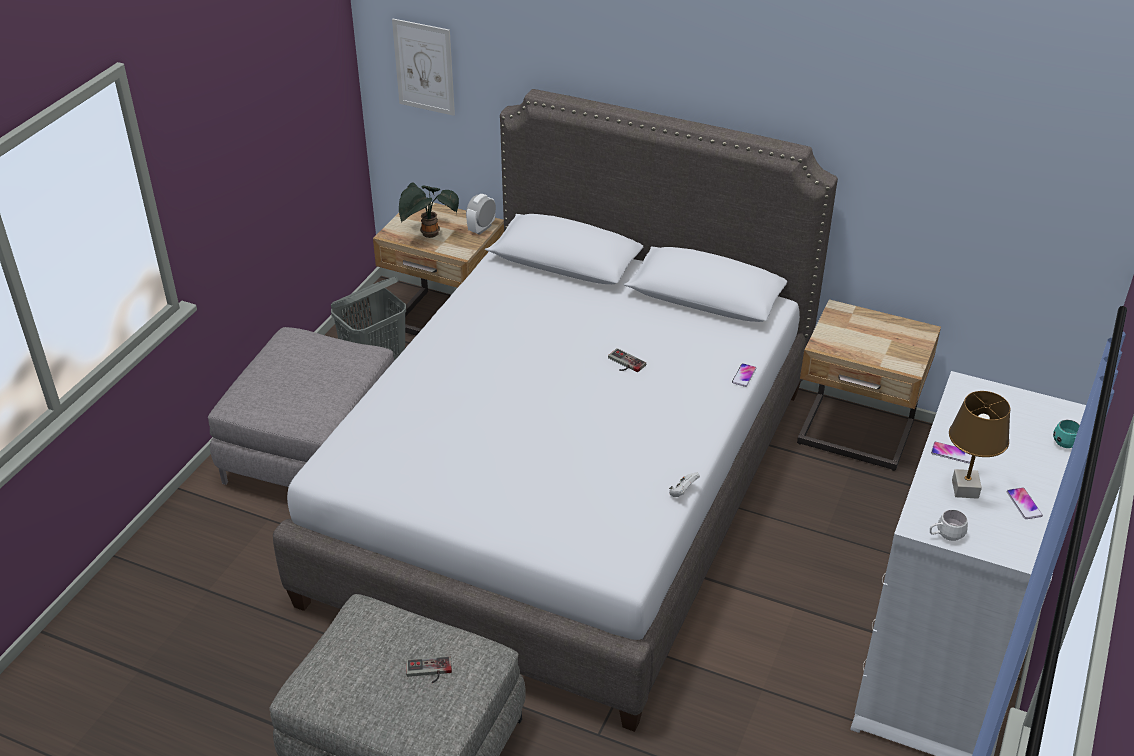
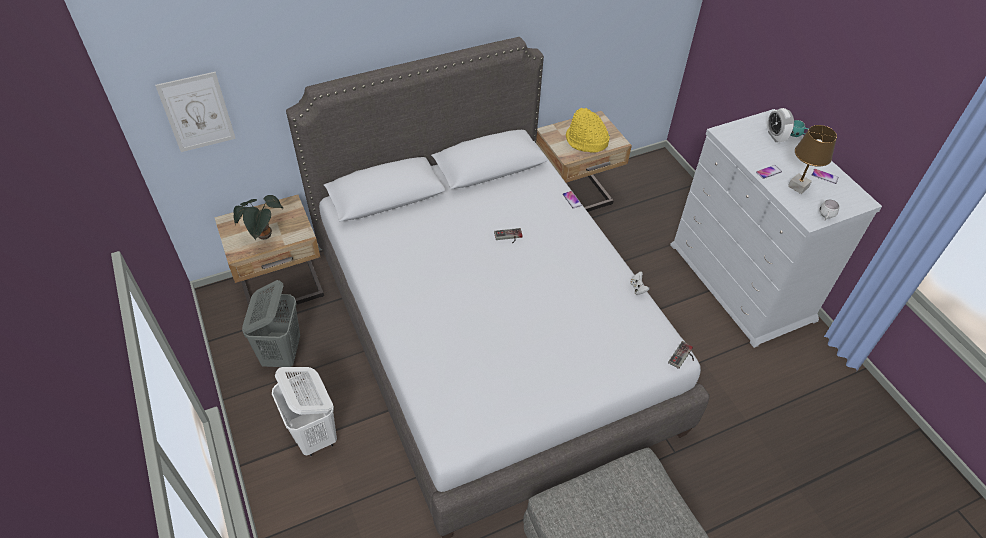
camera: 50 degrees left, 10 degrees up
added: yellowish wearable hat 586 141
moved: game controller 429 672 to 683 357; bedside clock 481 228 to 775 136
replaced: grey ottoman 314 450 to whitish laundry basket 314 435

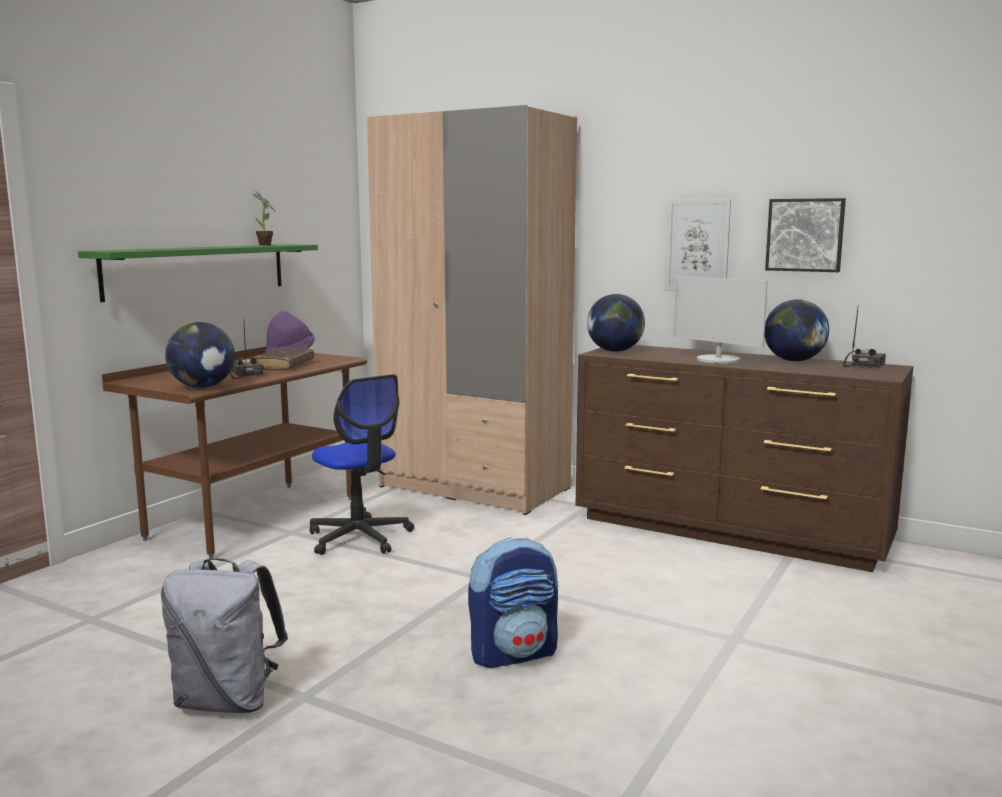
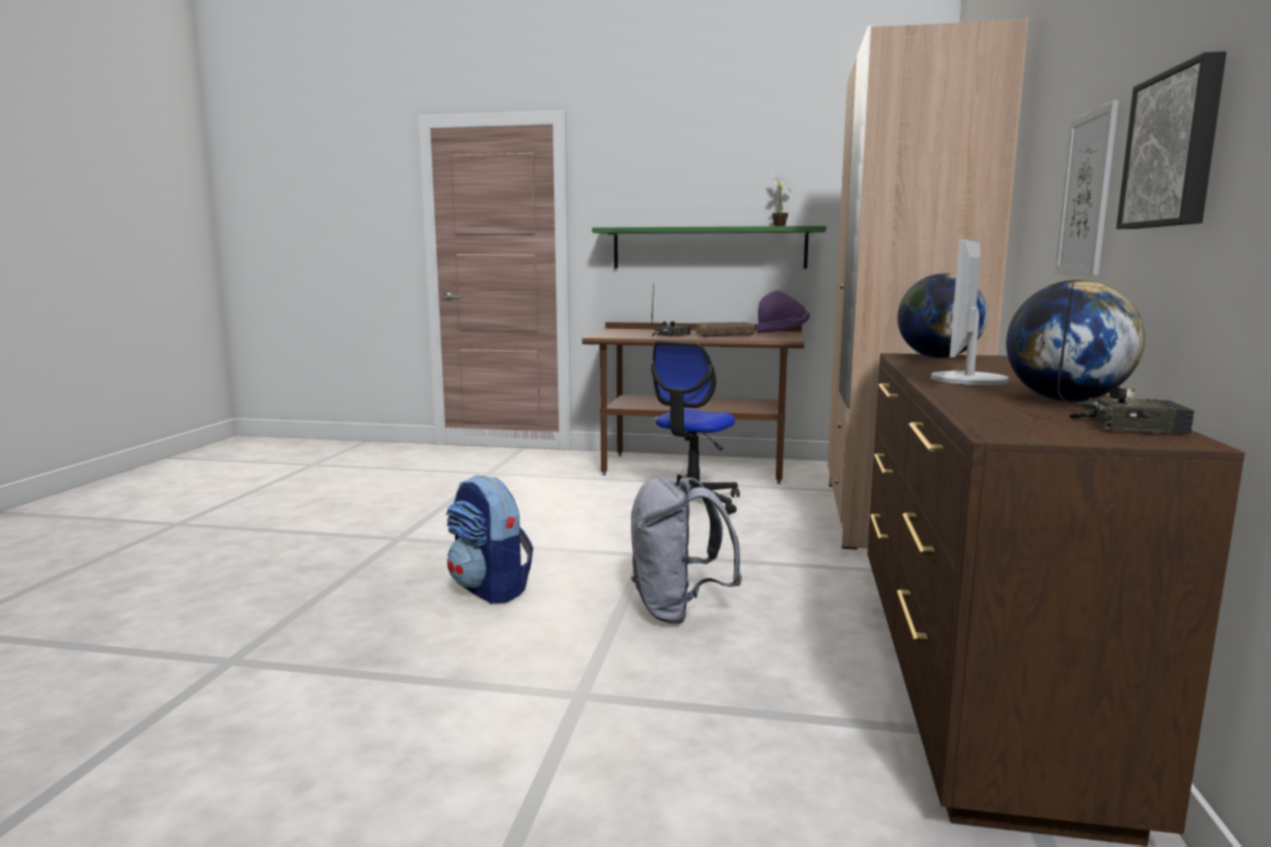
camera: 70 degrees right, 0 degrees up
removed: globe 203 387
moved: grey backpack 228 701 to 677 610

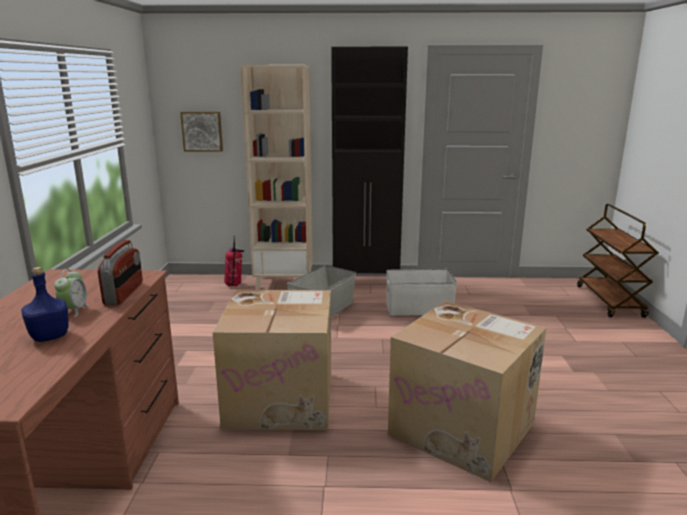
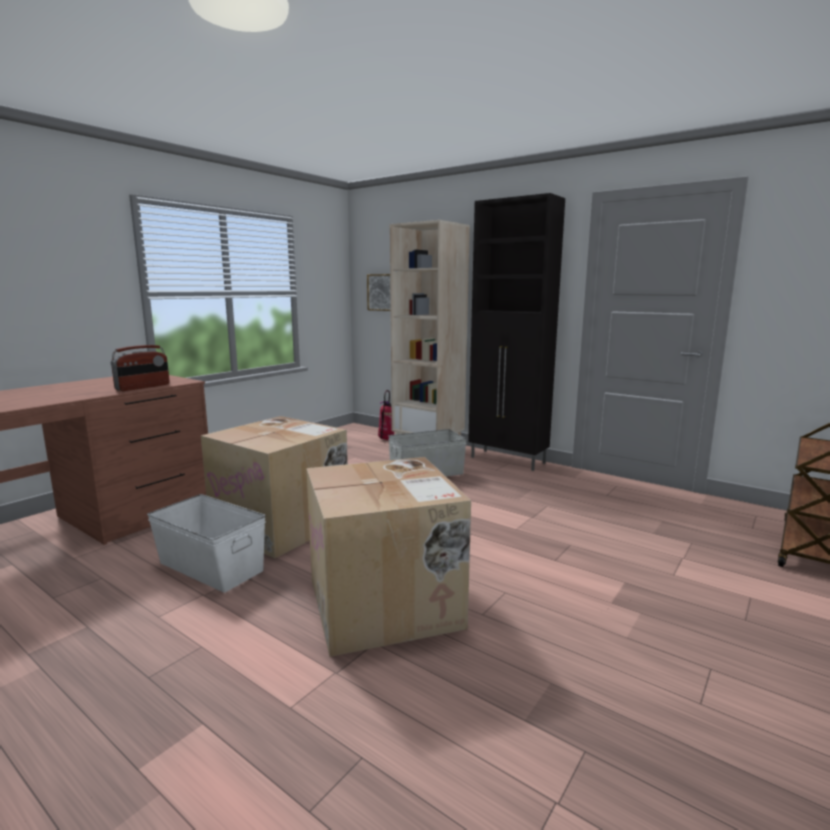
camera: 35 degrees right, 5 degrees down
removed: blue bottle 49 337; bedside clock 74 310
moved: whitish storage bin 418 308 to 211 566

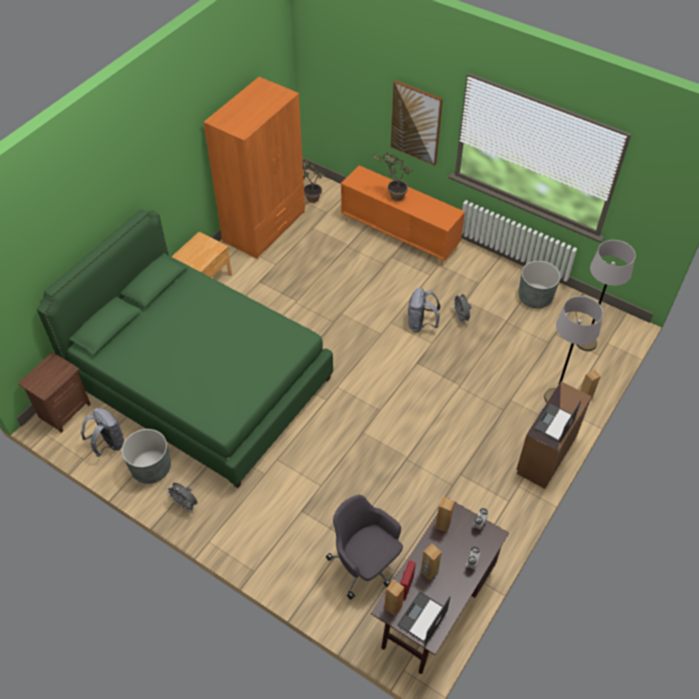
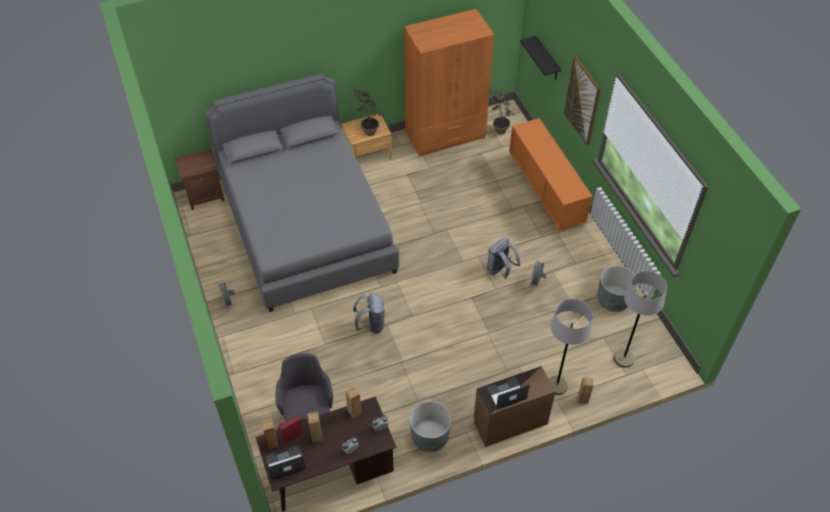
camera: 35 degrees right, 0 degrees up
added: black-coloured shelf 547 59
moved: houseplant 392 196 to 367 130; grey backpack 108 444 to 371 325; grey plant pot 151 468 to 430 436
recoloured: greenish bed 201 382 to grey bed 306 225

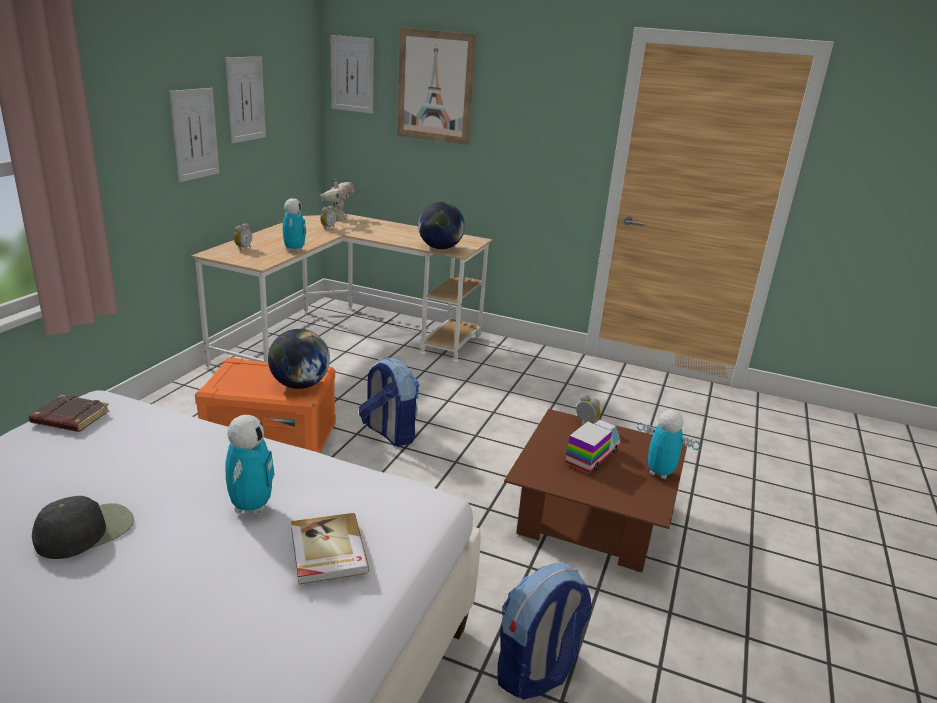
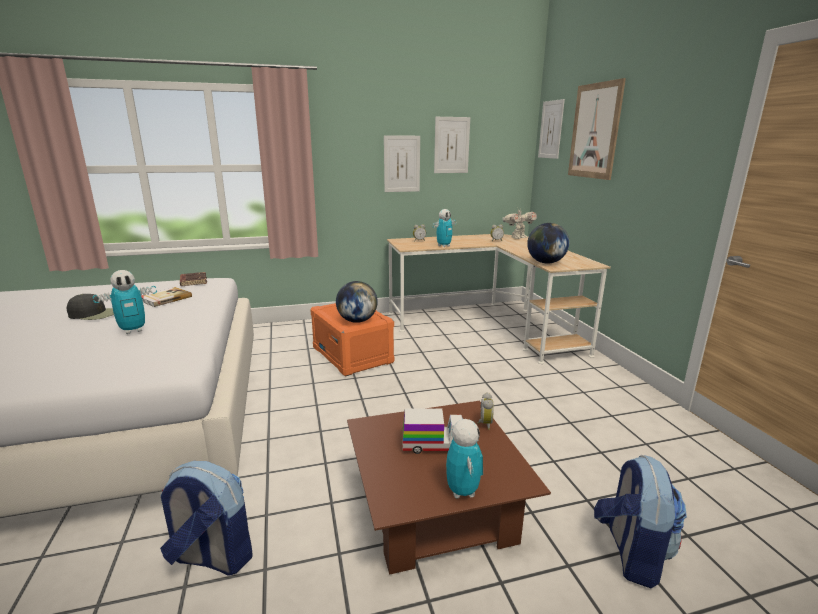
camera: 55 degrees right, 5 degrees down
moved: book 327 551 to 165 298; backpack 389 433 to 631 553

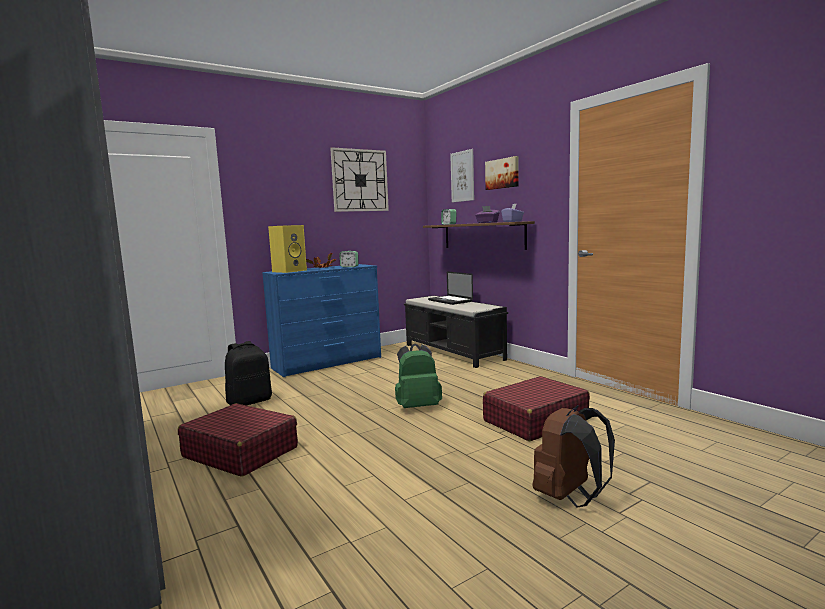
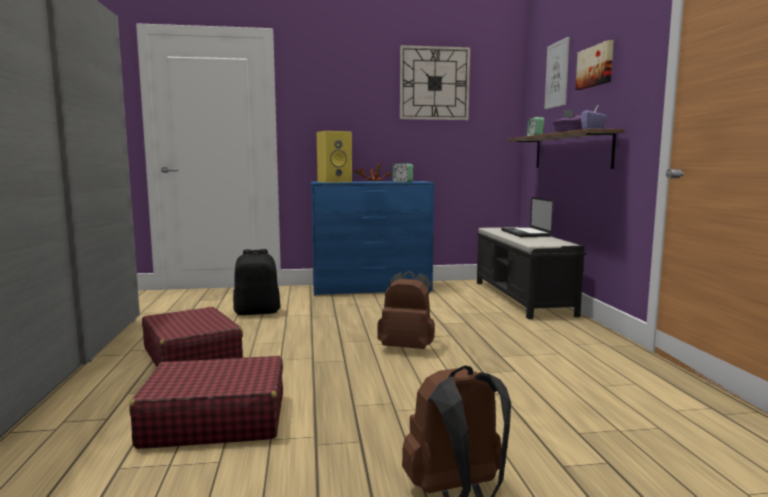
camera: 25 degrees right, 0 degrees up
moved: reddish suitcase 535 420 to 215 420
recoloured: greenish backpack 418 406 to brownish backpack 407 348

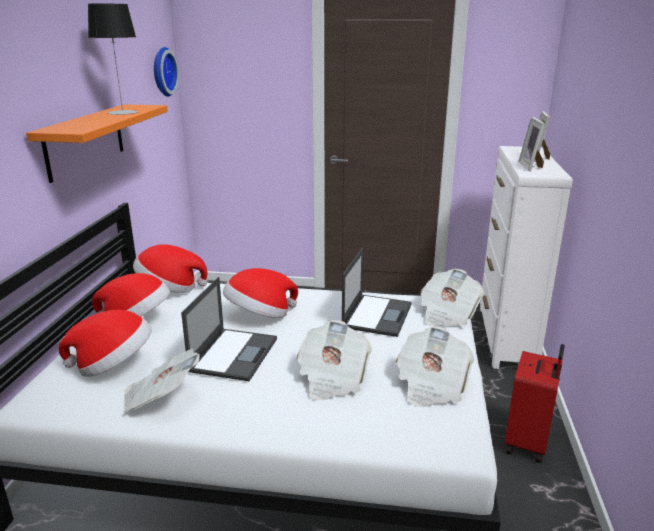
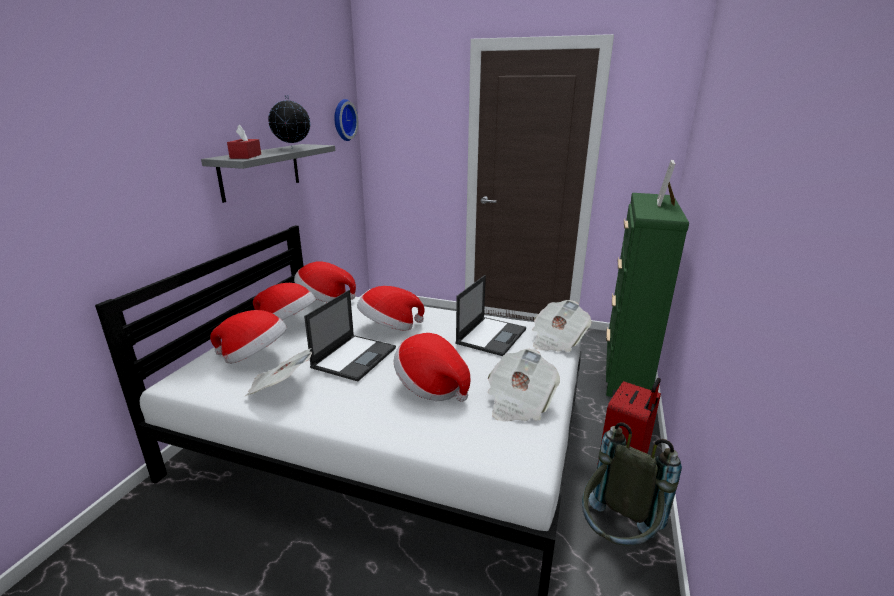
camera: 10 degrees right, 0 degrees up
removed: picture frame 531 166
added: reddish tissue box 246 156; grey backpack 616 537
replaced: tabletop lamp 122 112 to globe 293 148; newspaper 332 378 to wearable hat 431 386
recoloured: orange shelf 85 141 to grey shelf 261 171; whitish chest of drawers 506 337 to greenish chest of drawers 626 369

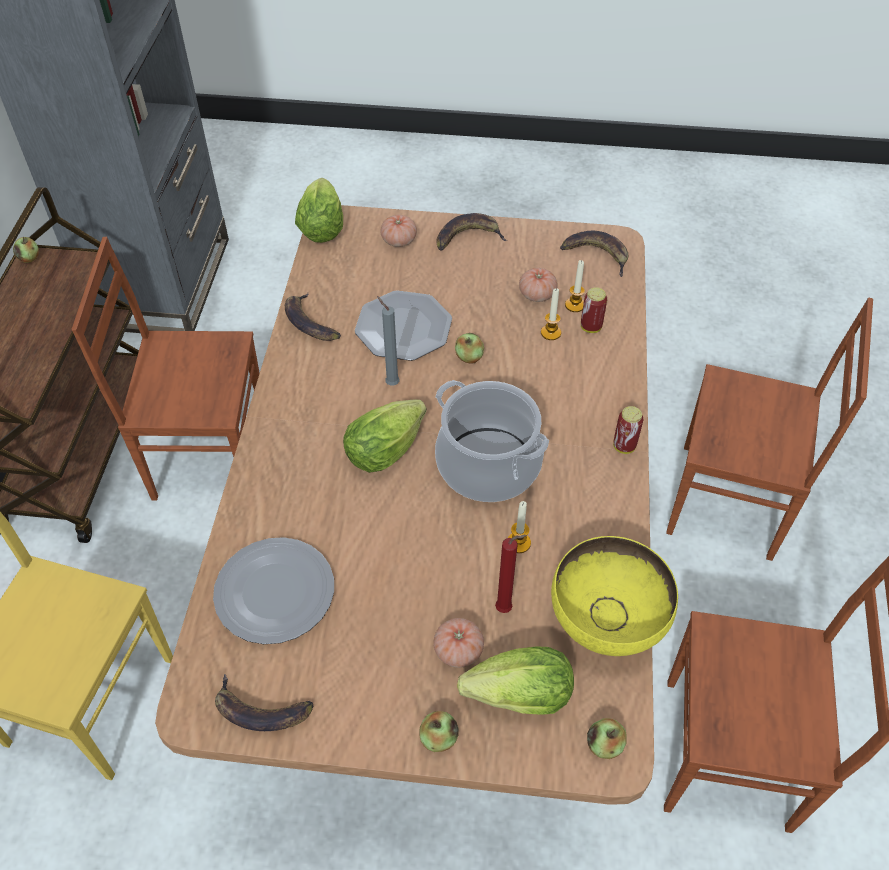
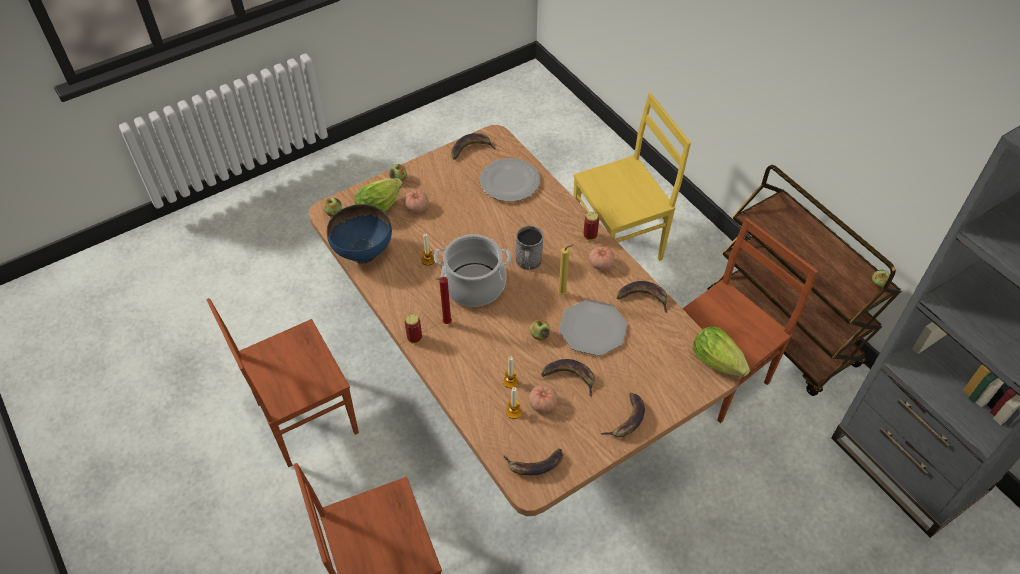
camera: 140 degrees right, 0 degrees up
added: banana 570 377
moved: reddish wax candle 506 609 to 446 323; can 591 327 to 590 236; tomato 399 240 to 601 264
replaced: lettuce 389 448 to grey tea mug 528 263
recoloured: yellowish serving bowl 605 624 to blue serving bowl 363 252; grey wax candle 390 383 to yellowish wax candle 563 294

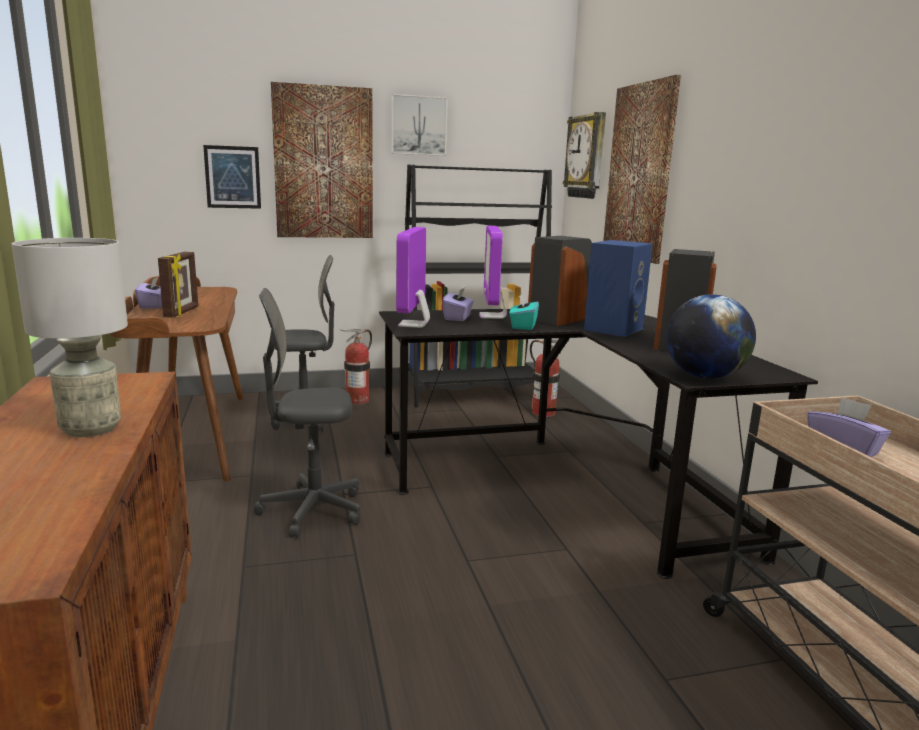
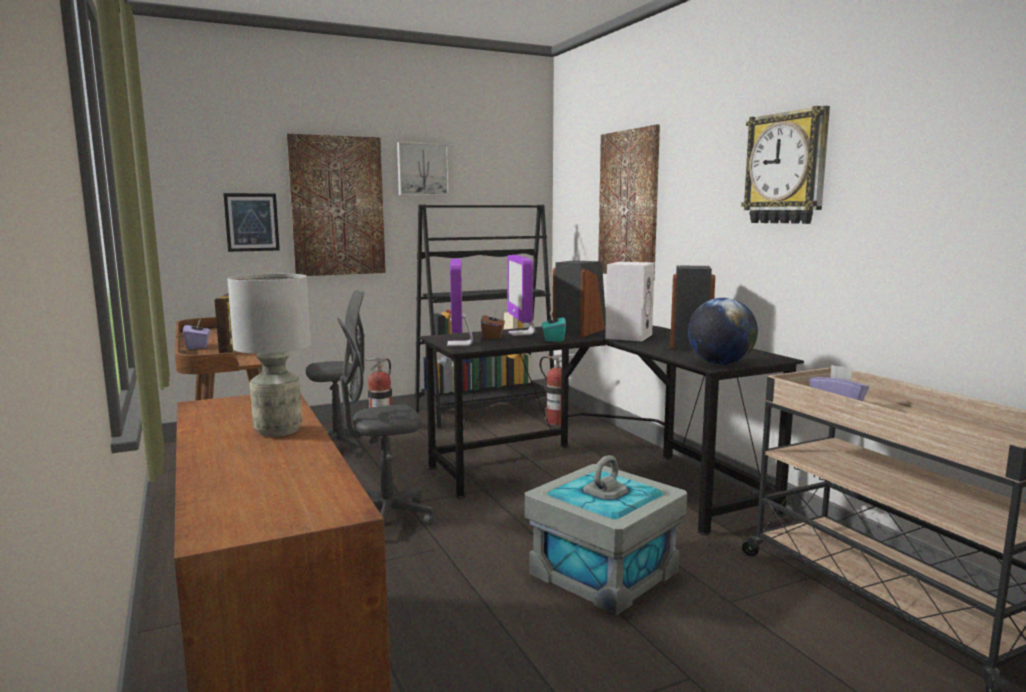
camera: 10 degrees left, 5 degrees down
added: grey storage bin 604 573
moved: hanging clock 587 157 to 786 168
recoloured: purple tissue box 458 318 to brownish tissue box 493 336; blue speaker 613 329 to whitish speaker 628 336

